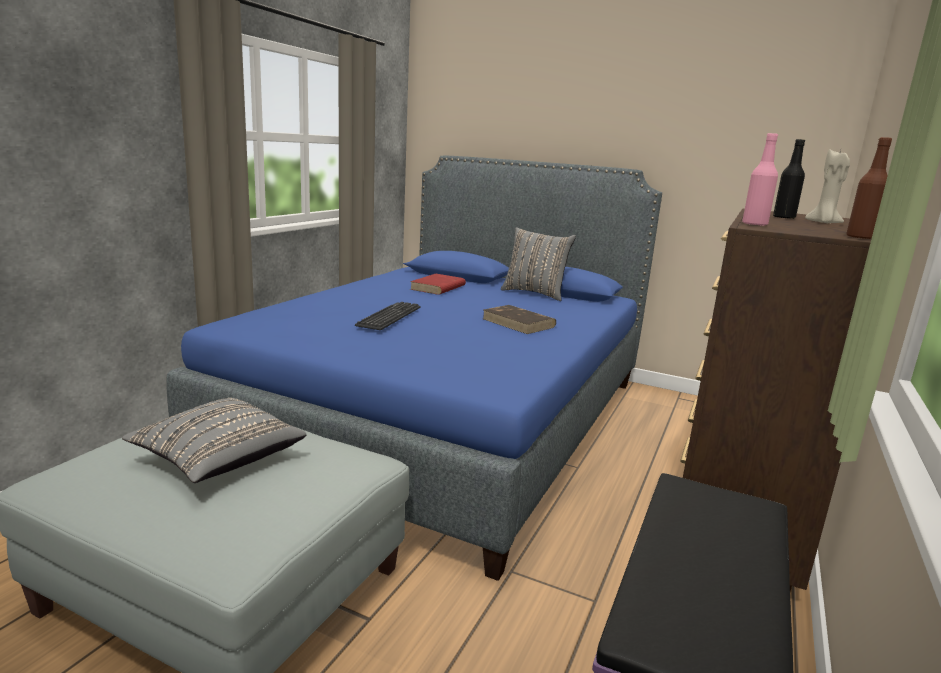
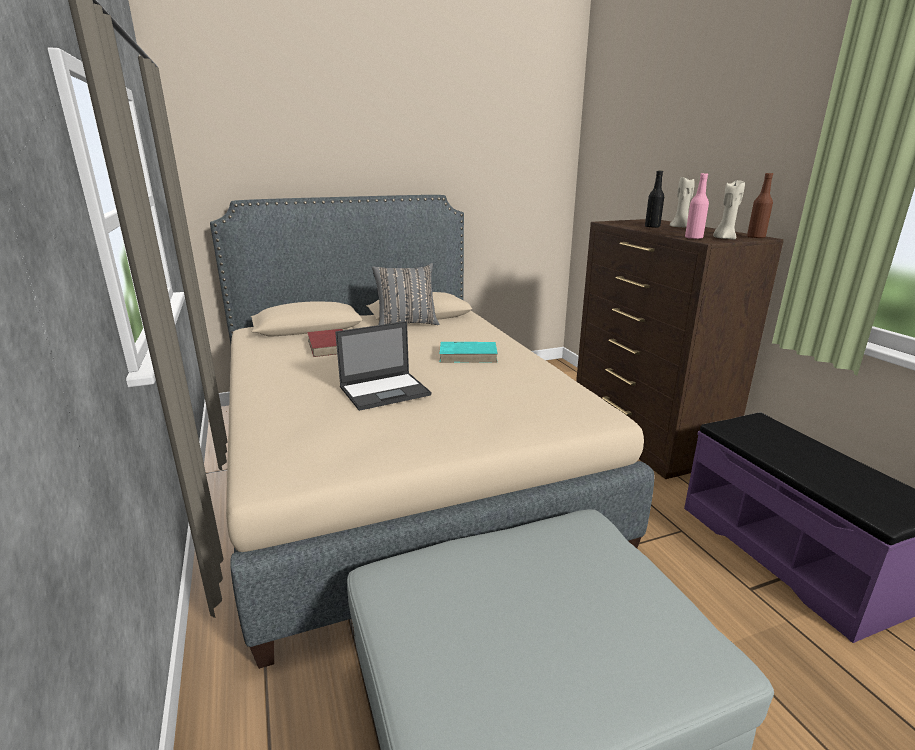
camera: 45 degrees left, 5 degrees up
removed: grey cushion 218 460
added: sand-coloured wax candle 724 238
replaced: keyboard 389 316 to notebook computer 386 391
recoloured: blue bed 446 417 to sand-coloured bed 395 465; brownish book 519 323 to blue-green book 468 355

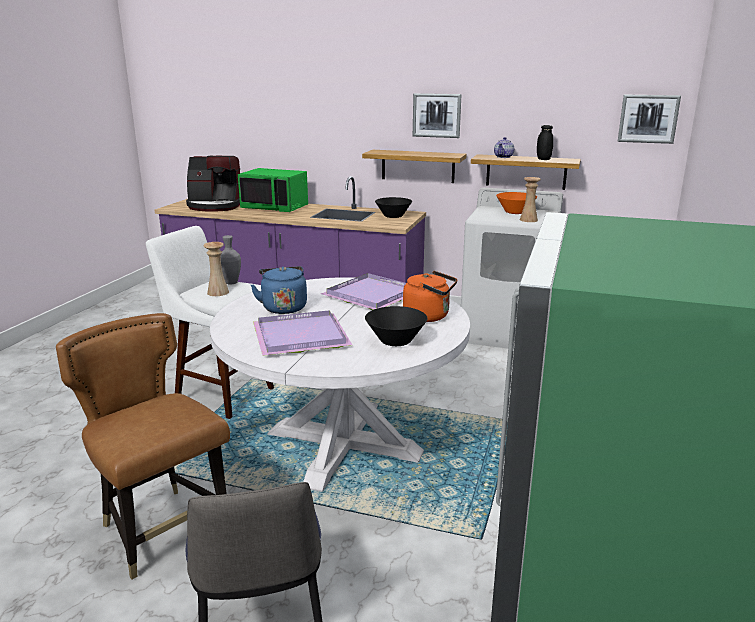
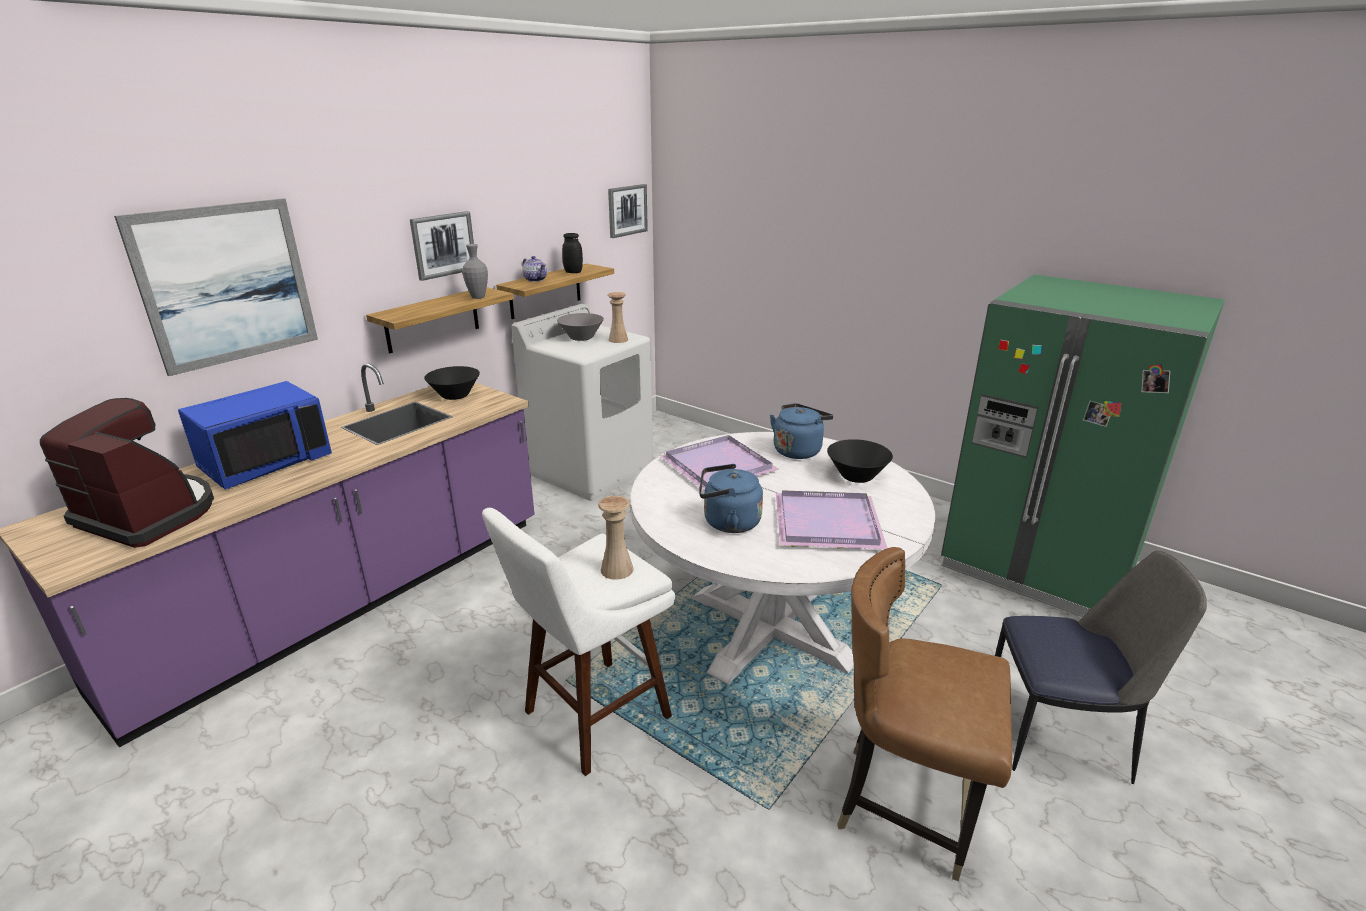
camera: 70 degrees left, 5 degrees up
added: wall art 226 284
moved: grey vase 231 283 to 478 297
recoloured: greenish microwave 275 207 to blue microwave 265 461; orange serving bowl 515 212 to grey serving bowl 581 338; orange tea kettle 429 316 to blue tea kettle 798 450
turned: coffee maker 215 206 = 149 514 90 degrees counterclockwise; brownish plain chair 163 529 = 904 804 45 degrees clockwise

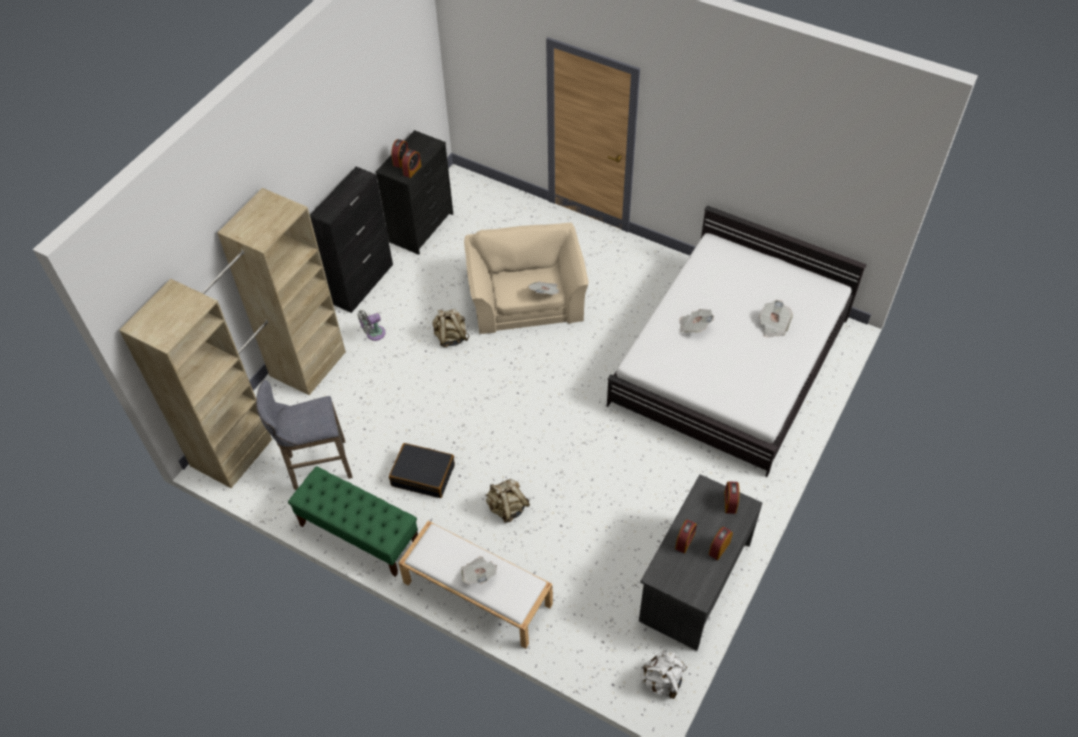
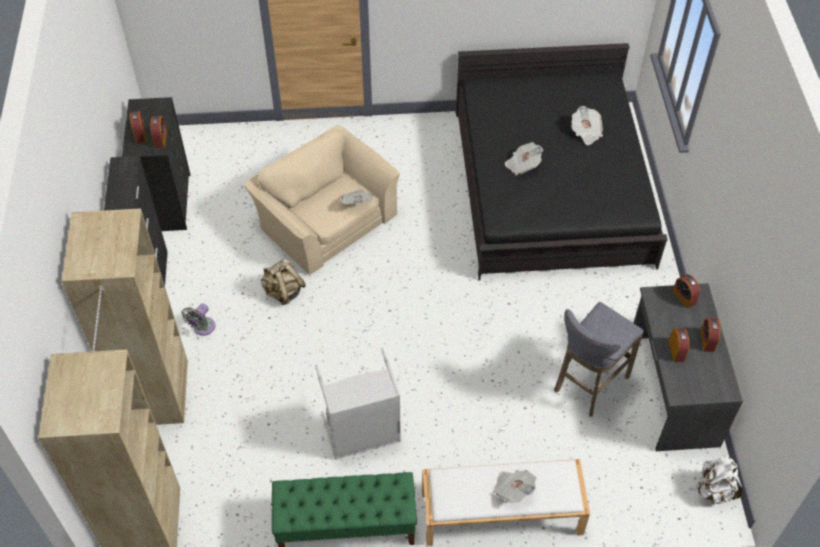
camera: 35 degrees left, 0 degrees up
removed: sand-coloured backpack 507 508
moved: grey stool seat 316 466 to 588 386
replaced: black-coloured suitcase 423 475 to grey laundry basket 362 435
recoloured: whitish bed 731 360 to black-coloured bed 551 185

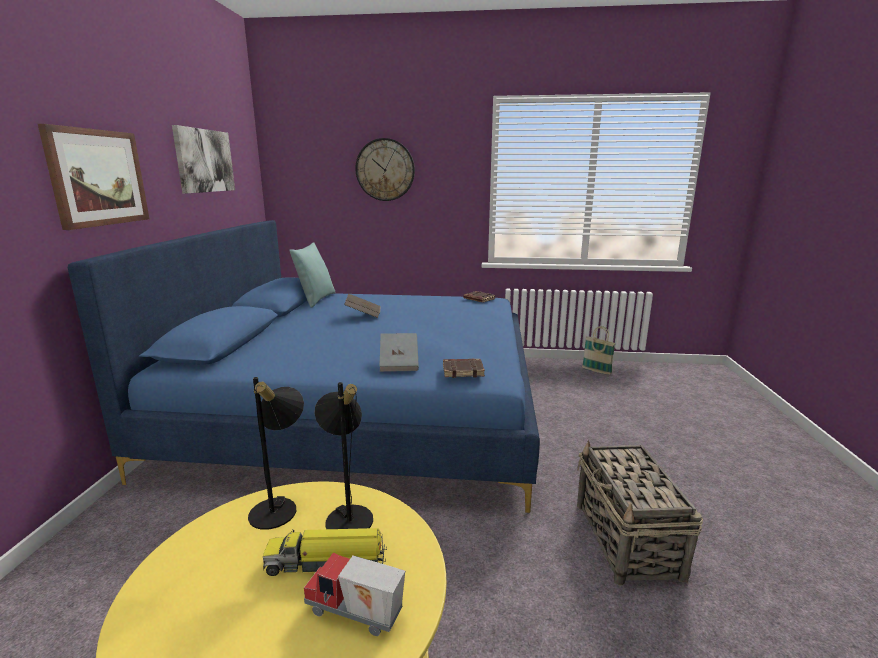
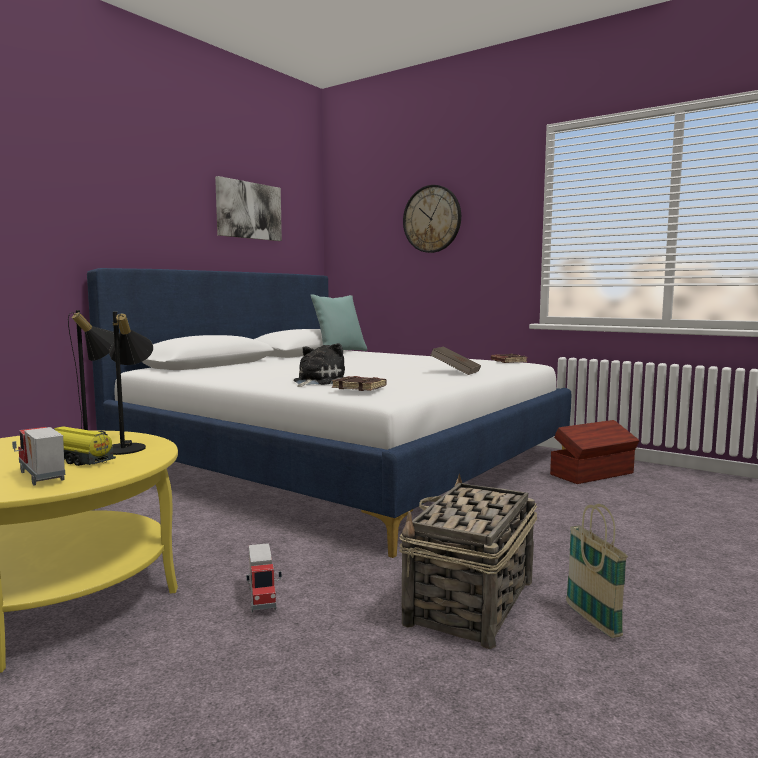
camera: 30 degrees right, 10 degrees down
removed: wall art 98 177
added: toy truck 264 598; brownish storage bin 593 474
moved: brownish book 363 314 to 455 372; household basket 596 371 to 592 620
replaced: grey book 399 363 to plush toy 317 382
recoloured: blue bed 365 407 to whitish bed 344 461

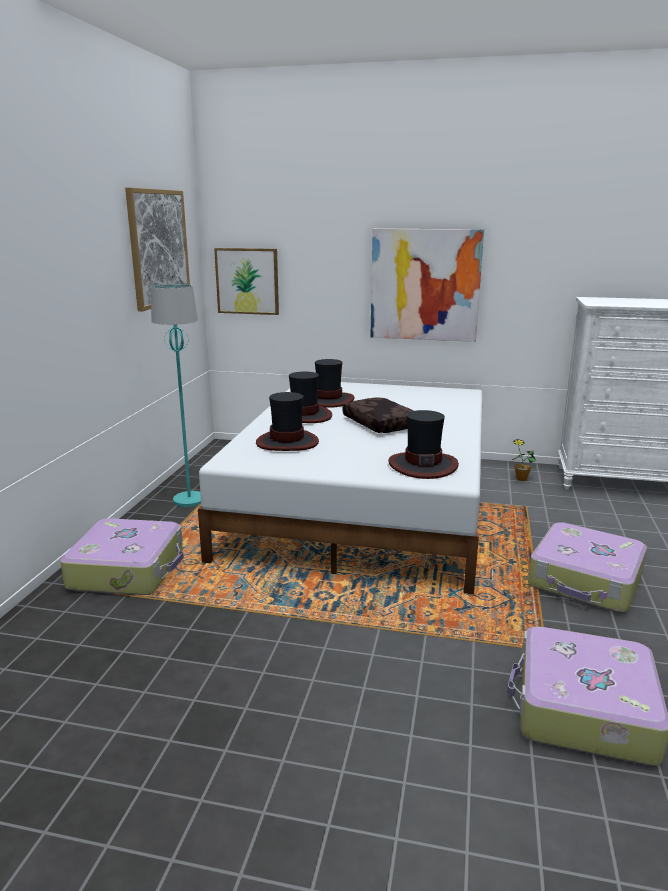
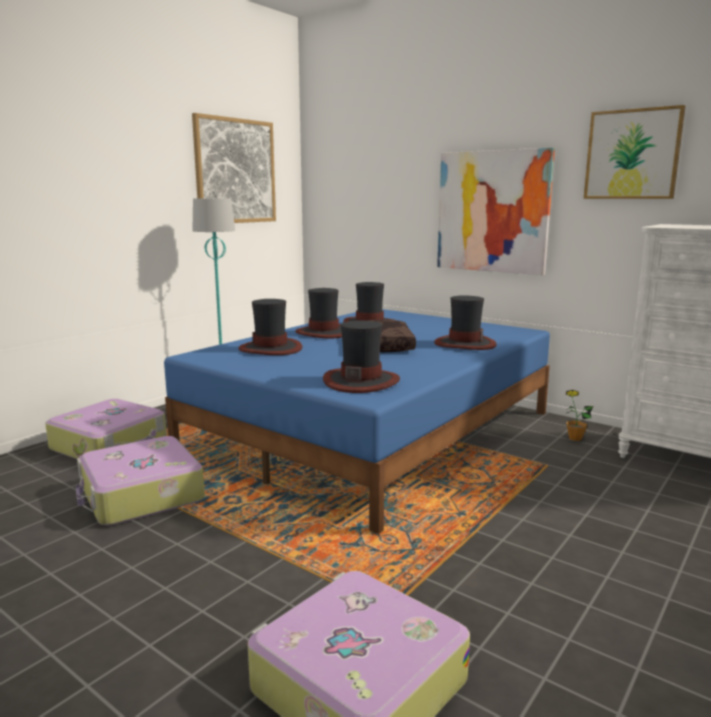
camera: 25 degrees right, 5 degrees down
added: wearable hat 464 344
moved: suitcase 586 581 to 141 495; wall art 247 281 to 632 154
recoloured: whitish bed 364 502 to blue bed 374 431

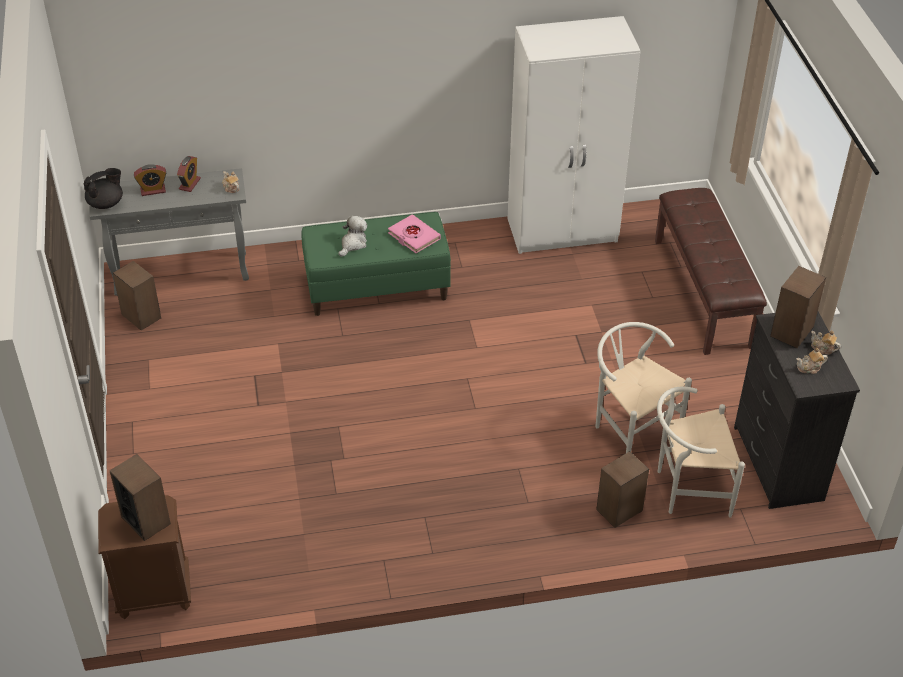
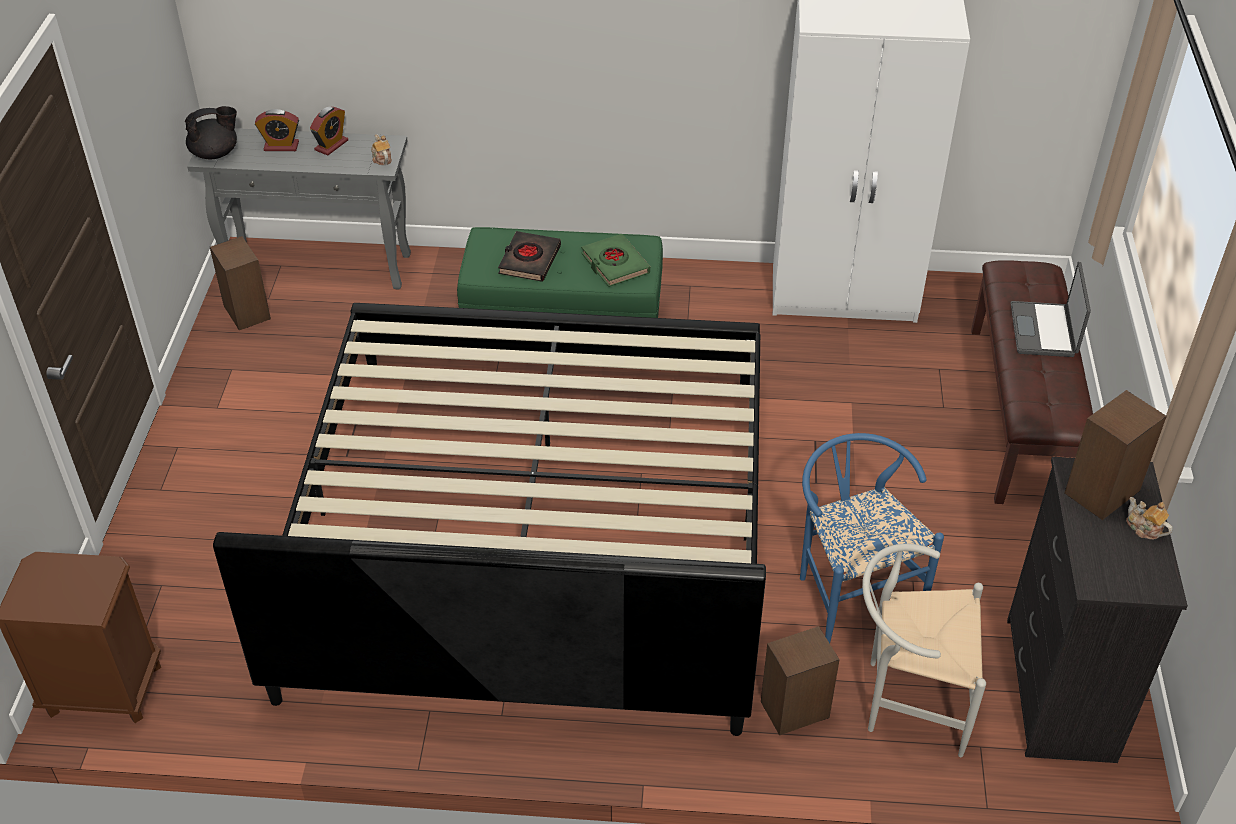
camera: 15 degrees right, 0 degrees up
removed: speaker 146 520; tea pot 809 368
added: bed 532 528; notebook computer 1045 331
replaced: plush toy 353 244 to black-coloured book 529 260
recoloured: pink-coloured book 414 237 to greenish book 615 264; whitish plain chair 630 428 to blue plain chair 851 590

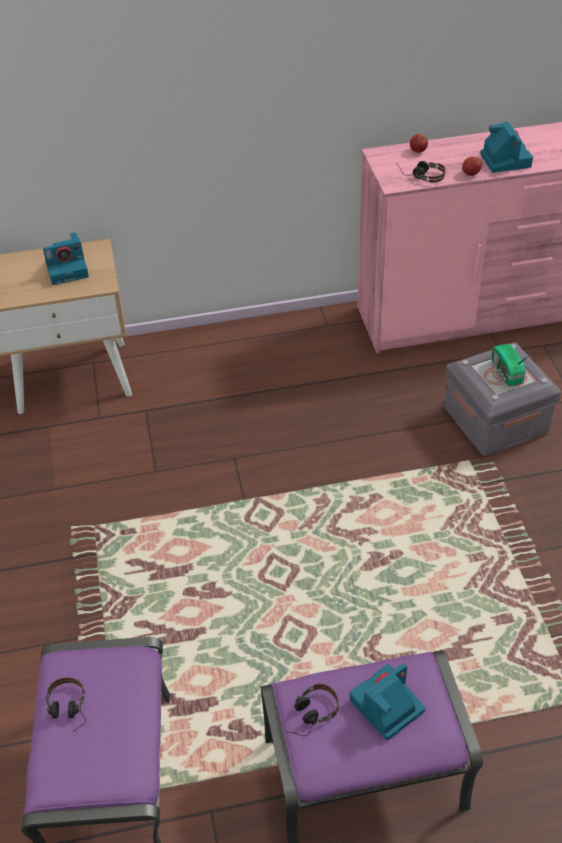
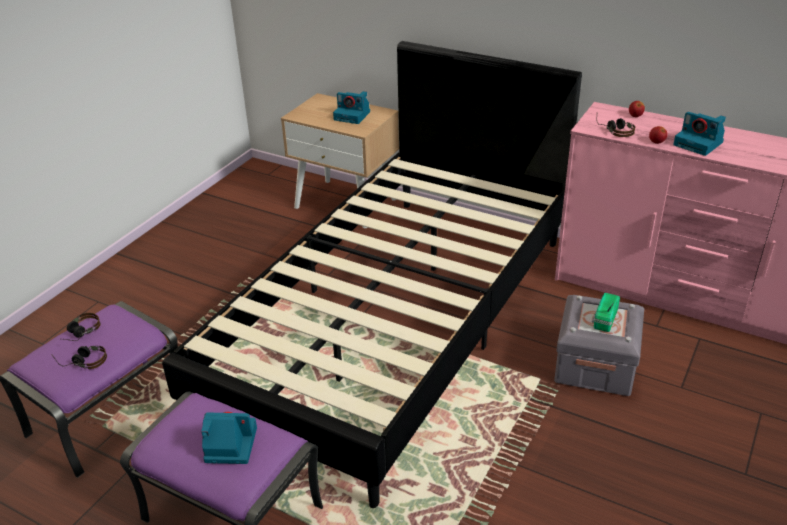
camera: 40 degrees right, 10 degrees down
added: black-coloured bed 395 321
moved: pair of headphones 309 716 to 82 362
turned: photo camera 504 160 = 699 144 105 degrees clockwise

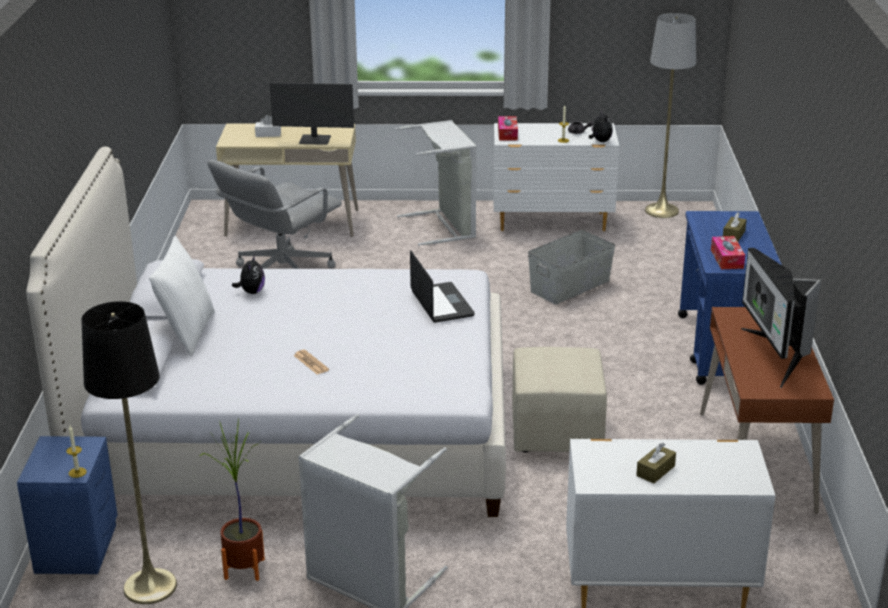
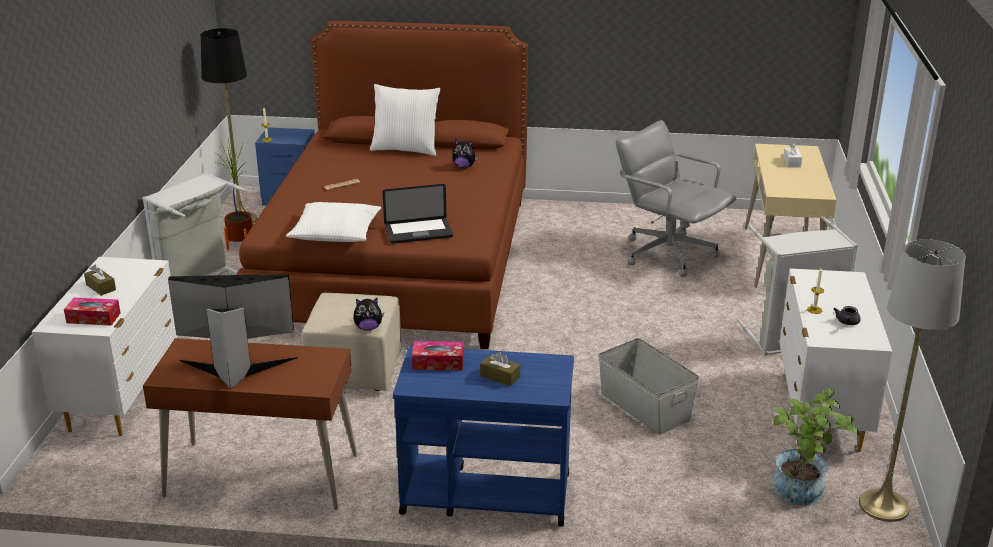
camera: 95 degrees right, 0 degrees up
removed: computer screen 315 140
added: whitish cushion 335 232; houseplant 801 495
moved: tissue box 507 133 to 93 318; plush toy 600 141 to 368 328
recoloured: whitish bed 298 431 to brownish bed 398 261

